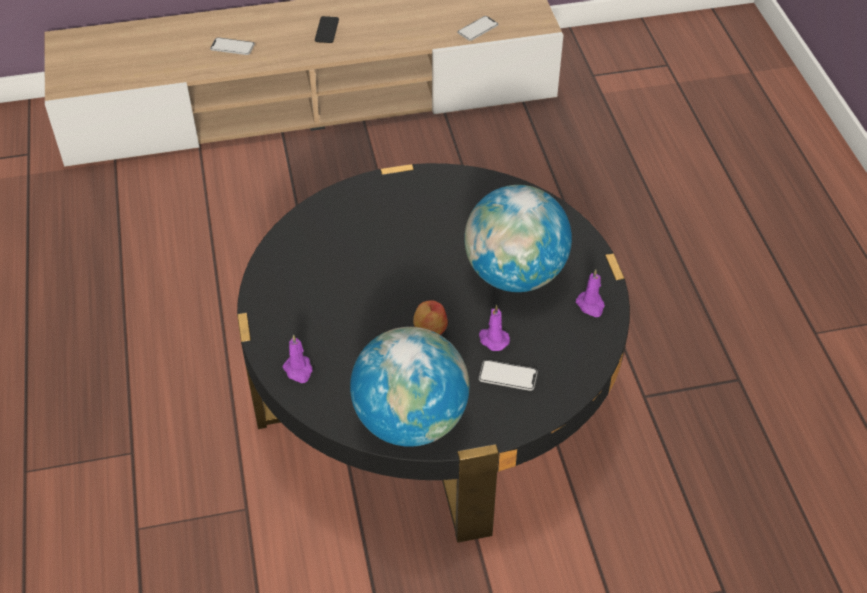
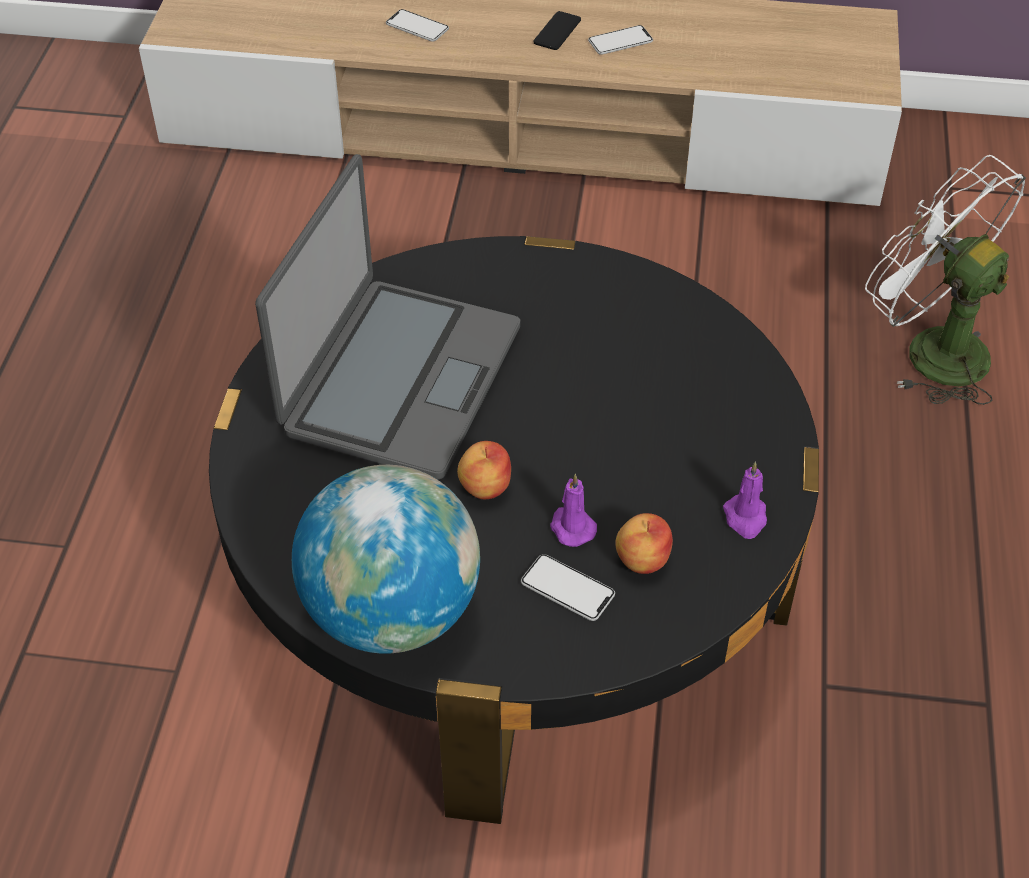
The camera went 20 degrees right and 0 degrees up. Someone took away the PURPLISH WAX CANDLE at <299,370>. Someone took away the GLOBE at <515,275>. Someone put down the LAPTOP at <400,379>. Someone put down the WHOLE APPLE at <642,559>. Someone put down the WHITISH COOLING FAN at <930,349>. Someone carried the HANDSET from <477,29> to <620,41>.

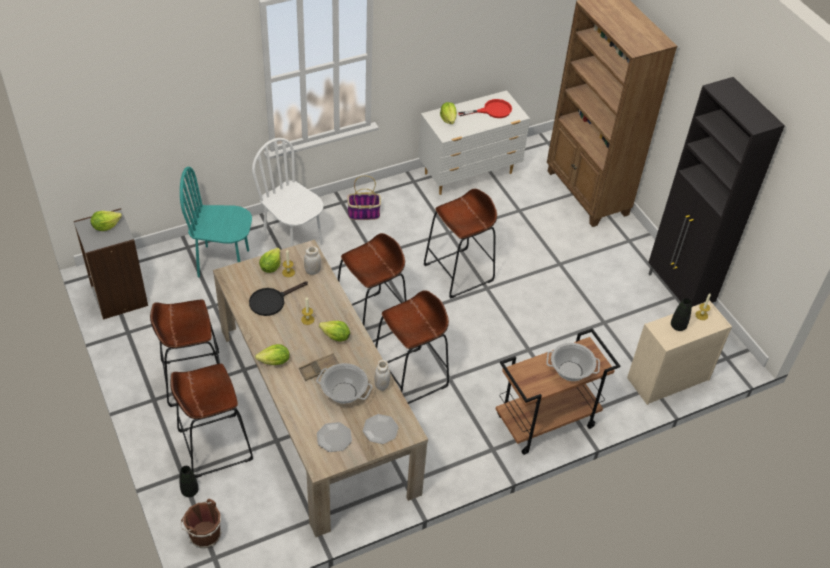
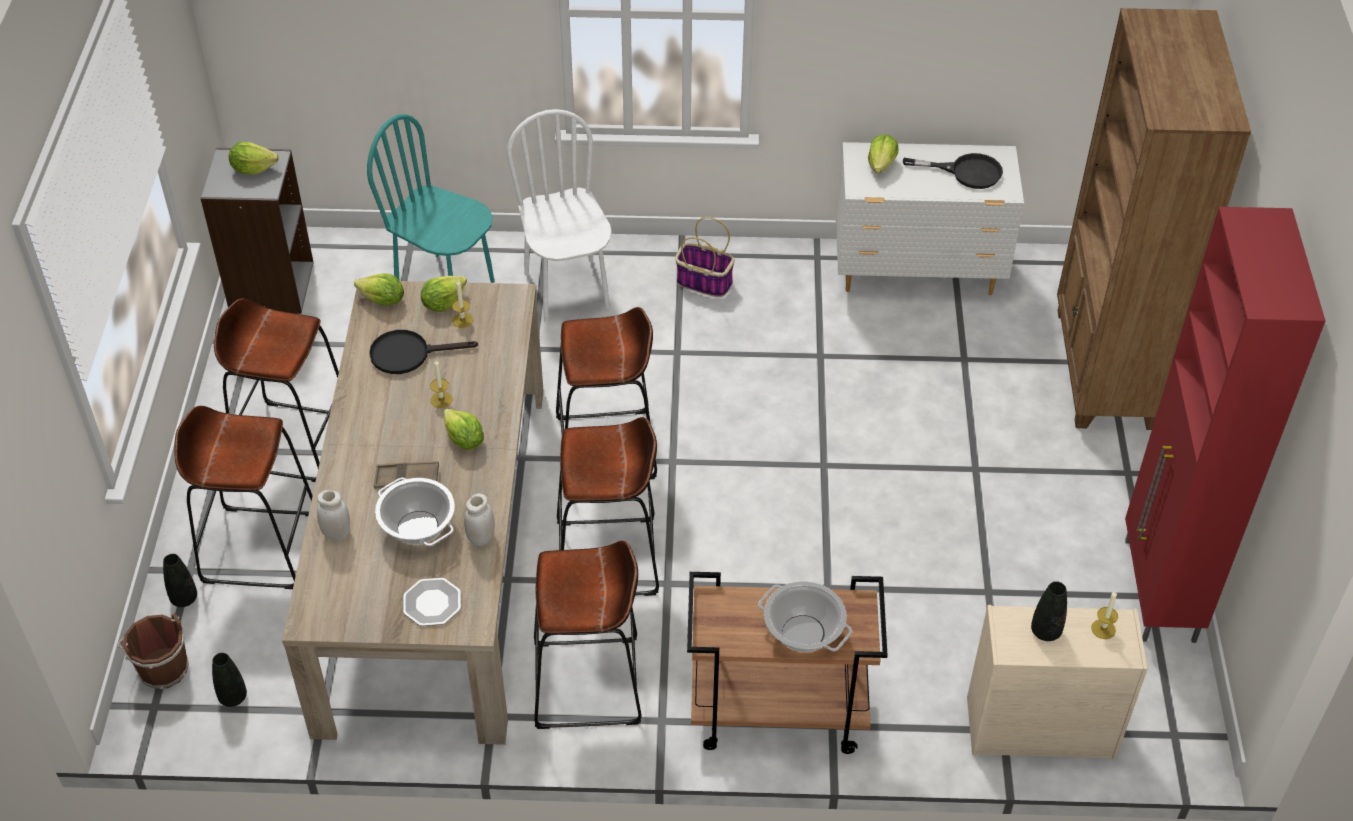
The camera went 30 degrees right and 0 degrees up. Someone took away the PLATE at <334,438>. Someone put down the BLACKISH VASE at <233,697>. Someone carried the LETTUCE from <275,362> to <383,301>. Someone carried the WHITISH PRESERVE JAR from <312,271> to <337,533>. Someone carried the BROWN-COLOURED SITTING STOOL from <459,273> to <587,683>. Someone repainted the RED-COLOURED PAN at <492,110>, which became the BLACKISH PAN at <966,172>. Someone repainted the BLACKISH STORAGE CABINET at <678,293>, which became the RED-COLOURED STORAGE CABINET at <1158,592>.

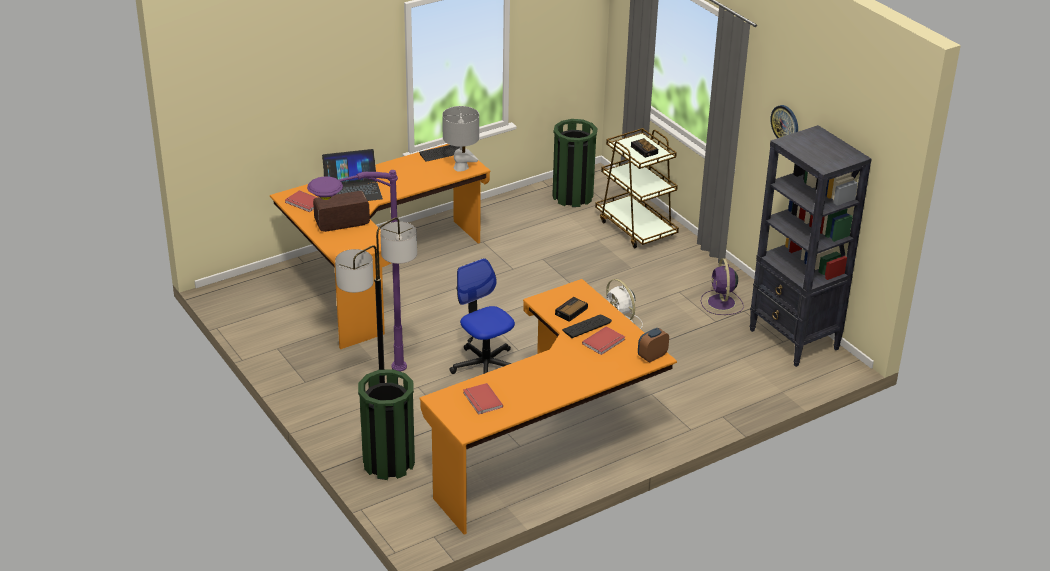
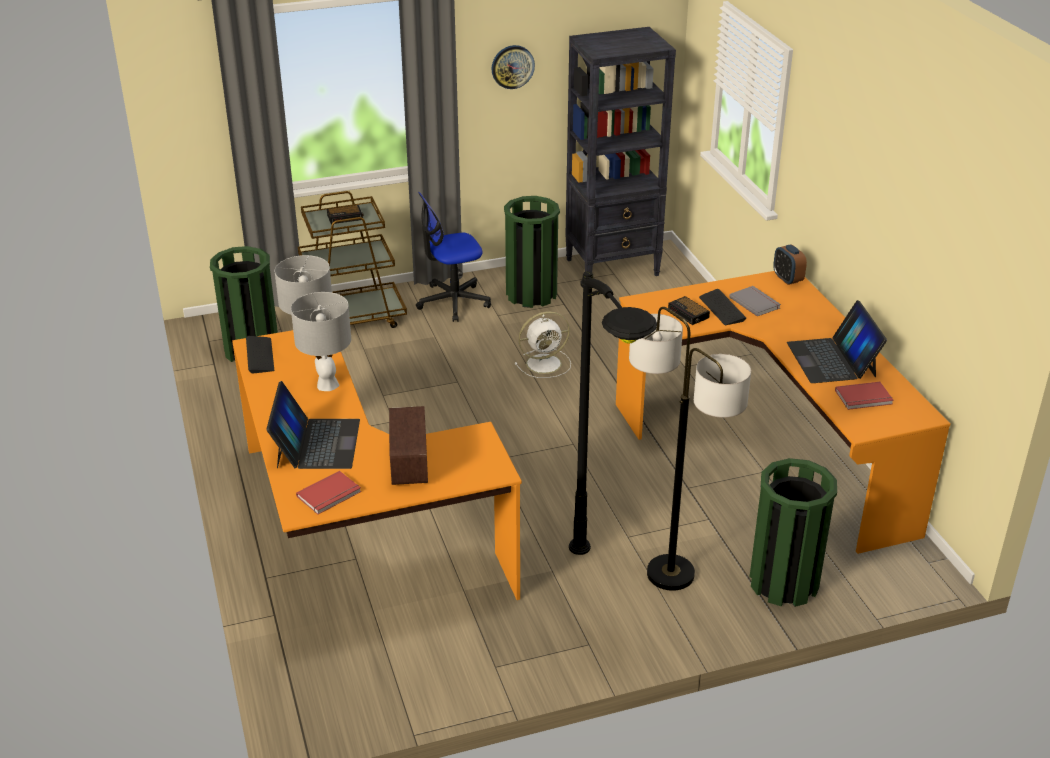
The camera went 75 degrees left and 0 degrees up. Someone put down the GRAY LAMP FOR A TABLE at <327,384>. Someone put down the LAPTOP at <832,359>. Someone carried the OFFICE CHAIR from <485,365> to <453,302>. Someone swapped the PURPLISH COOLING FAN at <721,303> for the GREEN-COLOURED WASTE BIN at <531,294>. Someone repainted the PURPLISH FLOOR LAMP at <355,382>, which became the BLACKISH FLOOR LAMP at <603,593>. Someone repainted the RED-COLOURED BOOK at <604,342>, which became the GRAY BOOK at <755,302>.

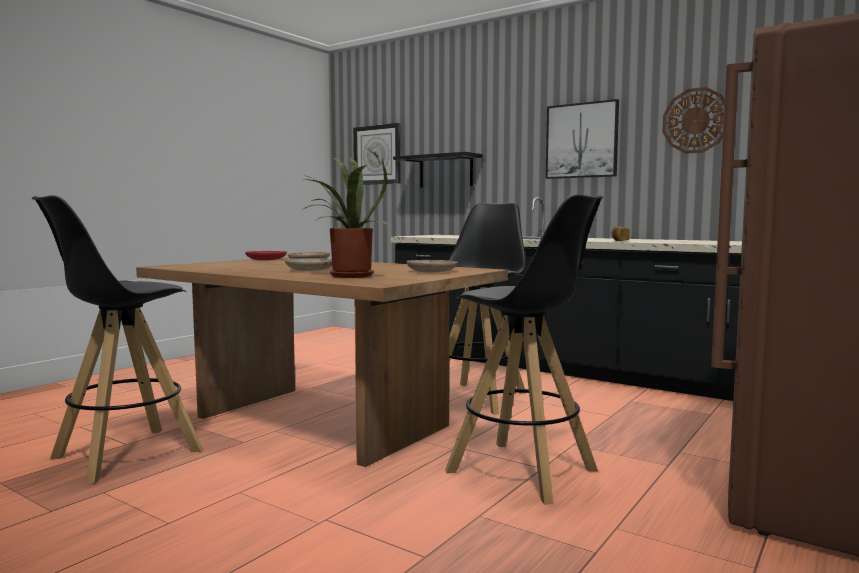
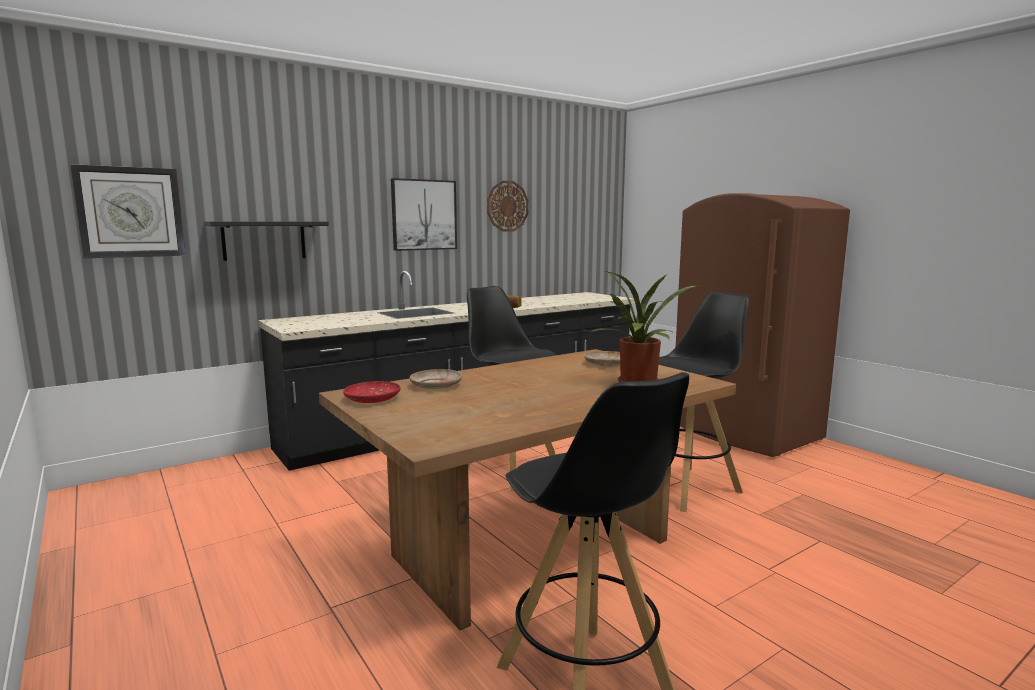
The camera went 70 degrees left and 5 degrees up. Someone took away the BEIGE PLATE at <310,270>.

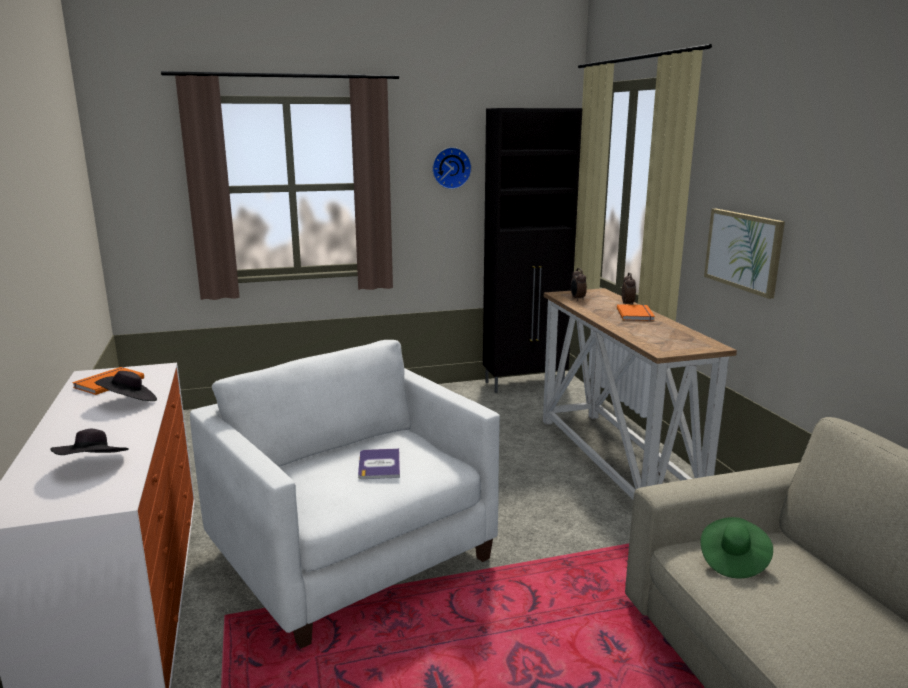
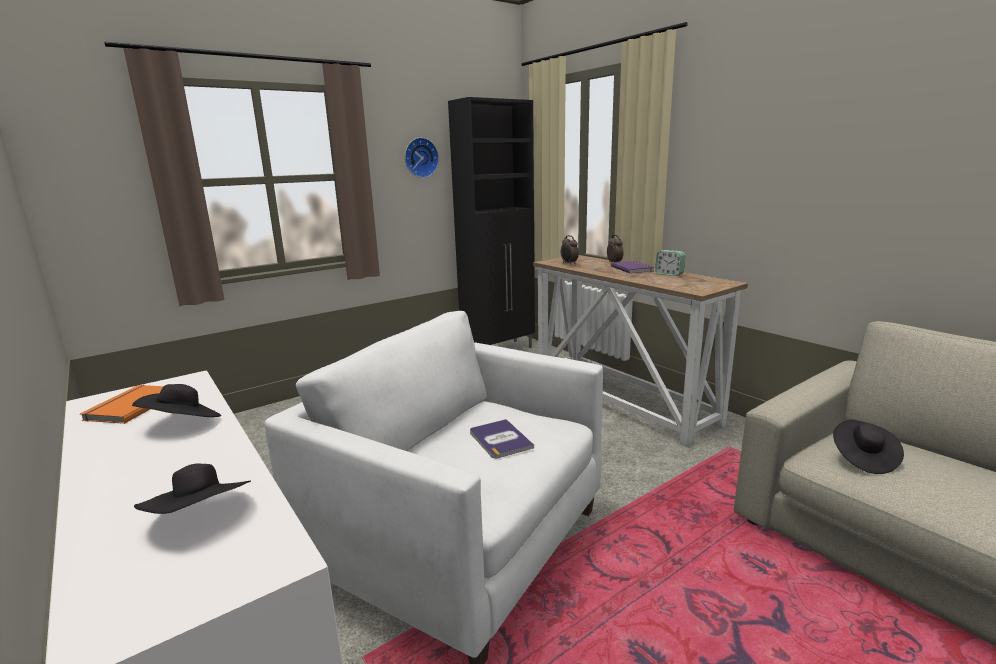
The camera went 20 degrees left and 0 degrees up. Someone took away the PICTURE at <743,251>. Someone put down the ALARM CLOCK at <669,274>. Someone repainted the ORANGE-COLOURED BOOK at <636,314>, which became the PURPLISH BOOK at <633,269>. Someone repainted the GREEN-COLOURED WEARABLE HAT at <733,560>, which became the BLACKISH WEARABLE HAT at <863,458>.

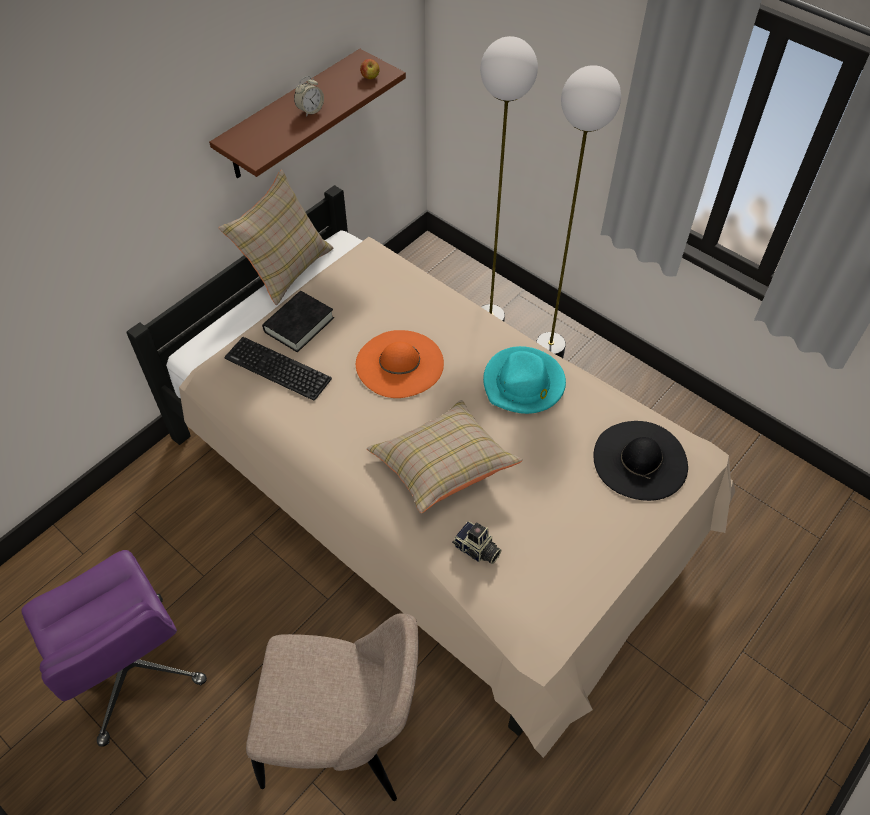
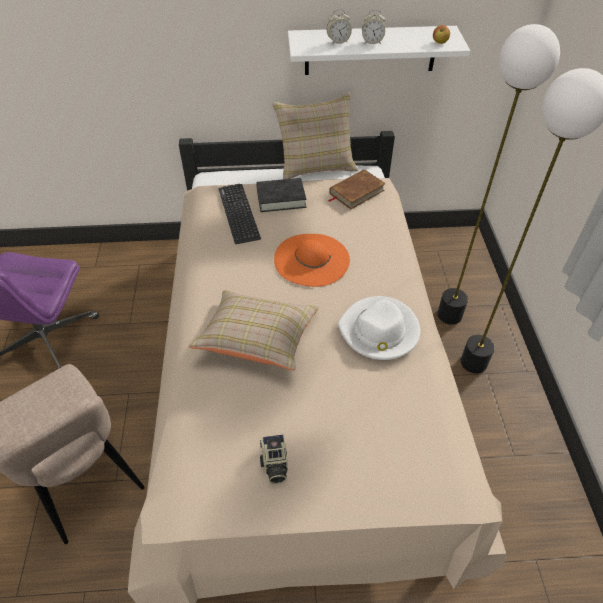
The camera went 45 degrees right and 5 degrees down. Someone took away the BLACKISH WEARABLE HAT at <640,460>. Someone put down the ALARM CLOCK at <338,42>. Someone put down the BROWN-COLOURED BOOK at <356,192>. Someone carried the PHOTO CAMERA from <476,550> to <274,464>. Someone repainted the BROWN-COLOURED BRACKET SHELF at <291,116>, which became the WHITISH BRACKET SHELF at <370,50>. Someone repainted the TURQUOISE-COLOURED WEARABLE HAT at <523,384>, which became the WHITISH WEARABLE HAT at <379,331>.

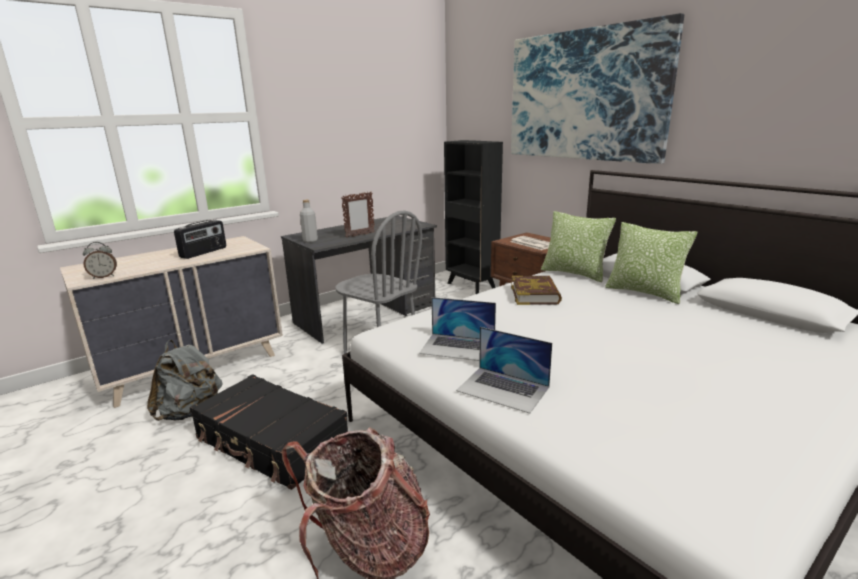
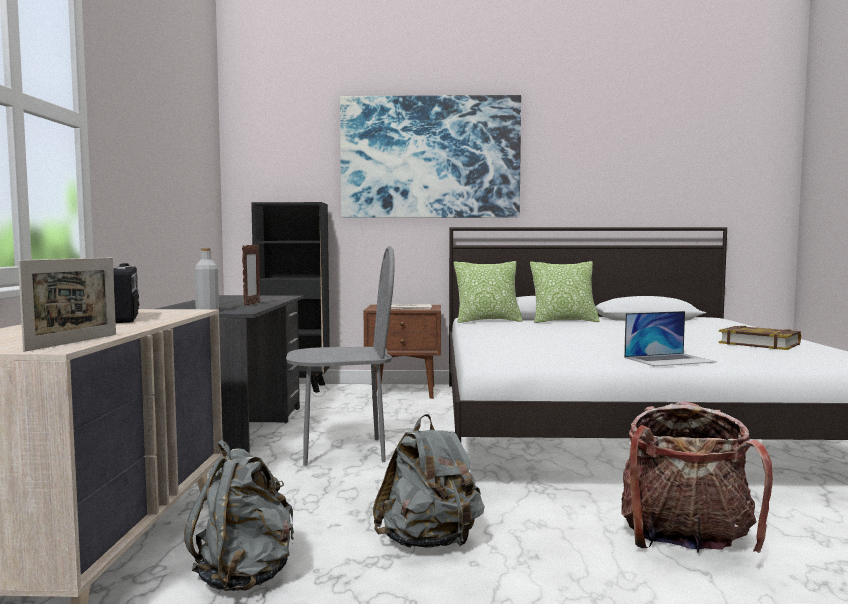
The camera went 50 degrees left and 15 degrees down. Someone took away the LAPTOP at <458,347>. Someone carried the BOOK from <535,294> to <759,343>. Someone swapped the ALARM CLOCK at <104,276> for the STANDING FRAME at <73,342>. Someone swapped the BLACKISH TRAVEL CASE at <271,442> for the GRAY BACKPACK at <429,542>.

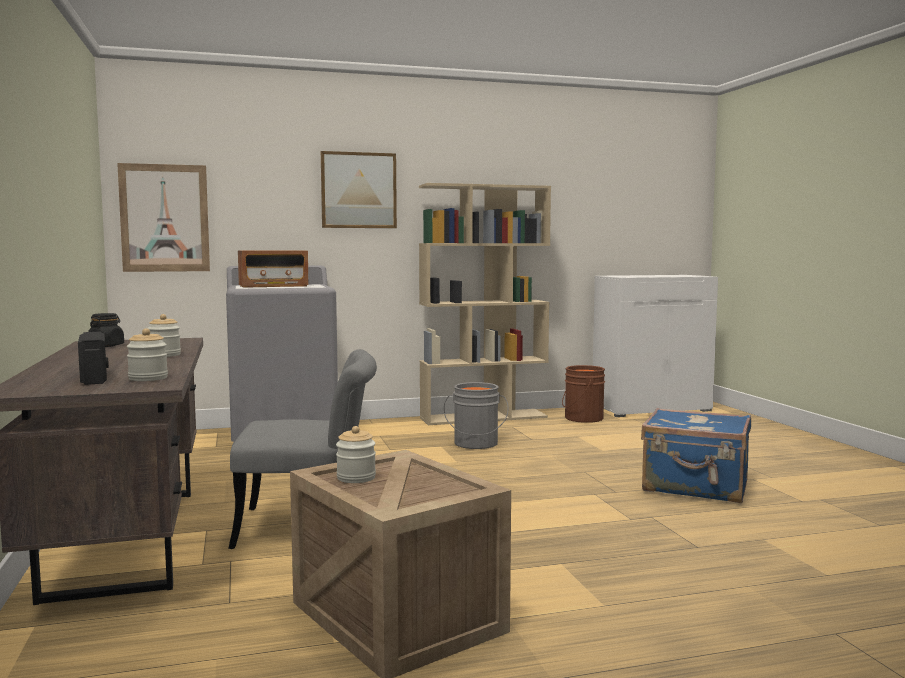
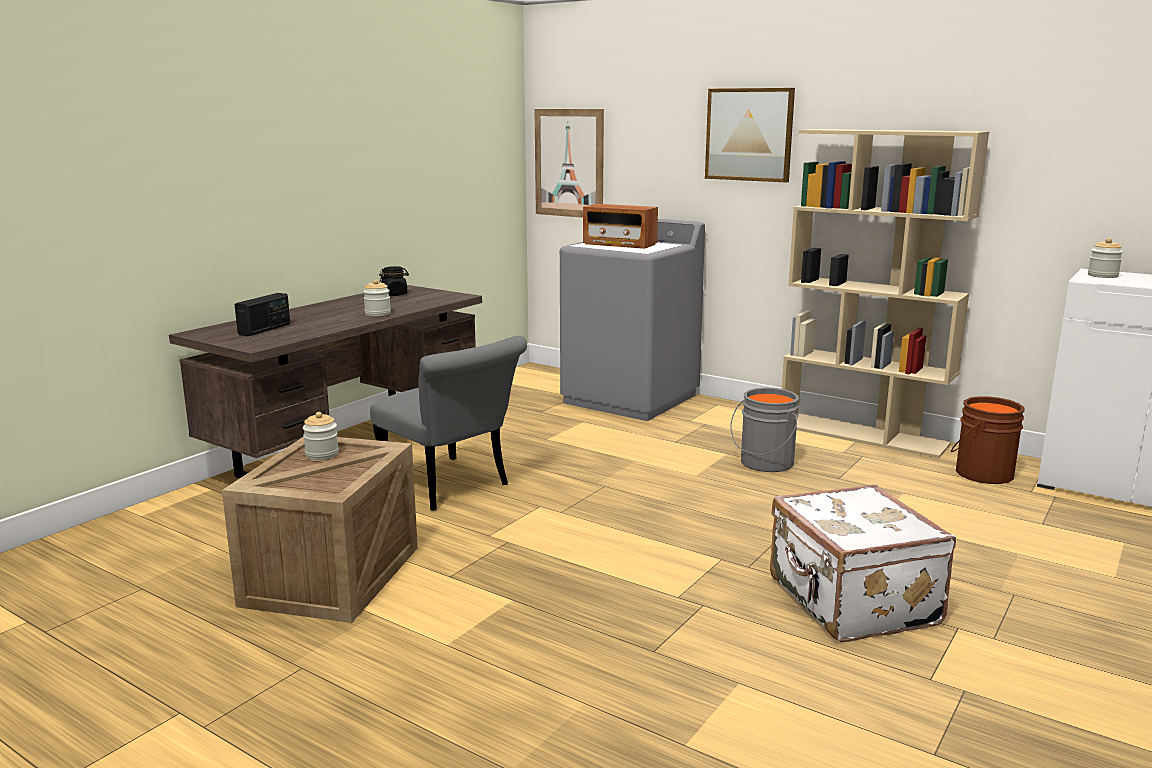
The camera went 50 degrees right and 10 degrees up. Someone carried the PRESERVE JAR from <148,378> to <1102,276>. Someone repainted the BLUE-COLOURED TRAVEL CASE at <696,487>, which became the WHITISH TRAVEL CASE at <850,602>.

